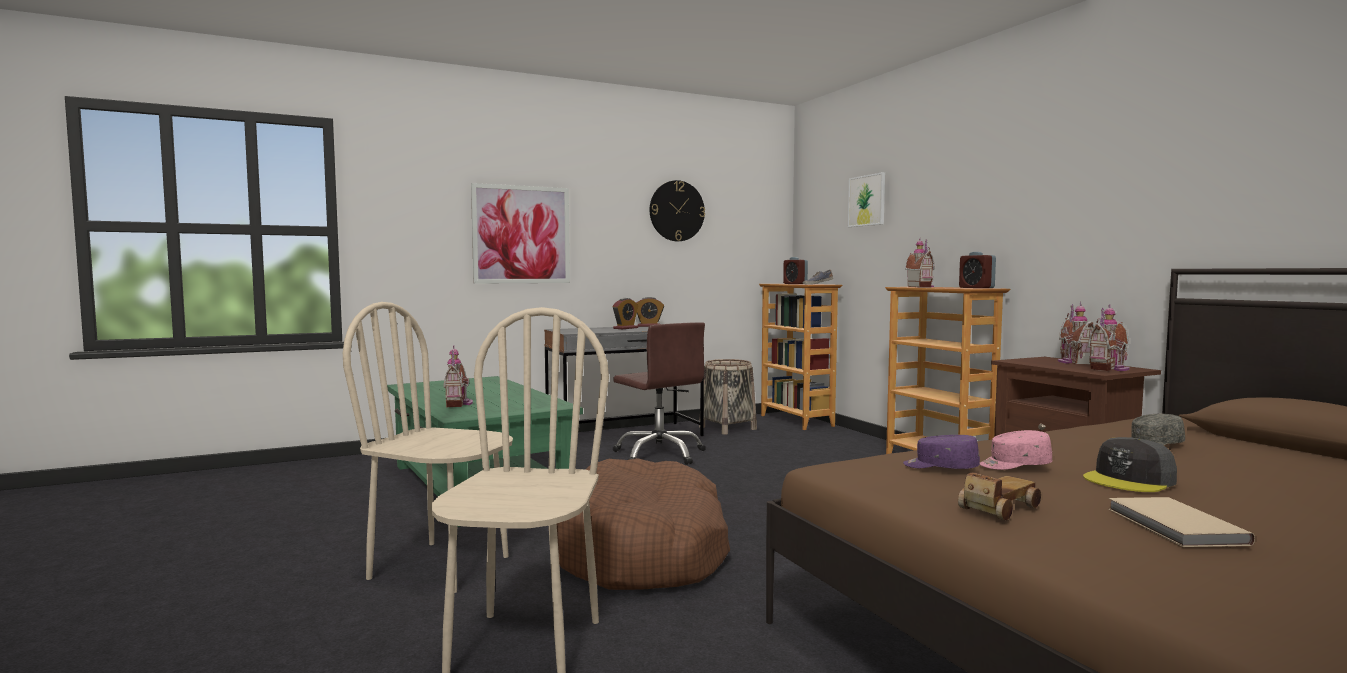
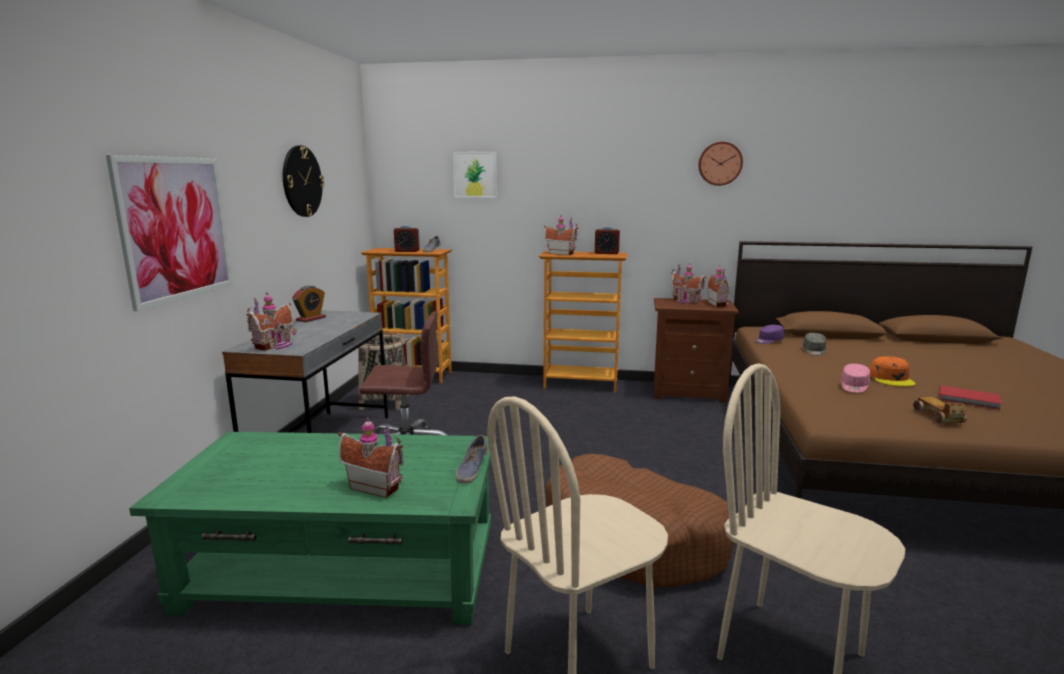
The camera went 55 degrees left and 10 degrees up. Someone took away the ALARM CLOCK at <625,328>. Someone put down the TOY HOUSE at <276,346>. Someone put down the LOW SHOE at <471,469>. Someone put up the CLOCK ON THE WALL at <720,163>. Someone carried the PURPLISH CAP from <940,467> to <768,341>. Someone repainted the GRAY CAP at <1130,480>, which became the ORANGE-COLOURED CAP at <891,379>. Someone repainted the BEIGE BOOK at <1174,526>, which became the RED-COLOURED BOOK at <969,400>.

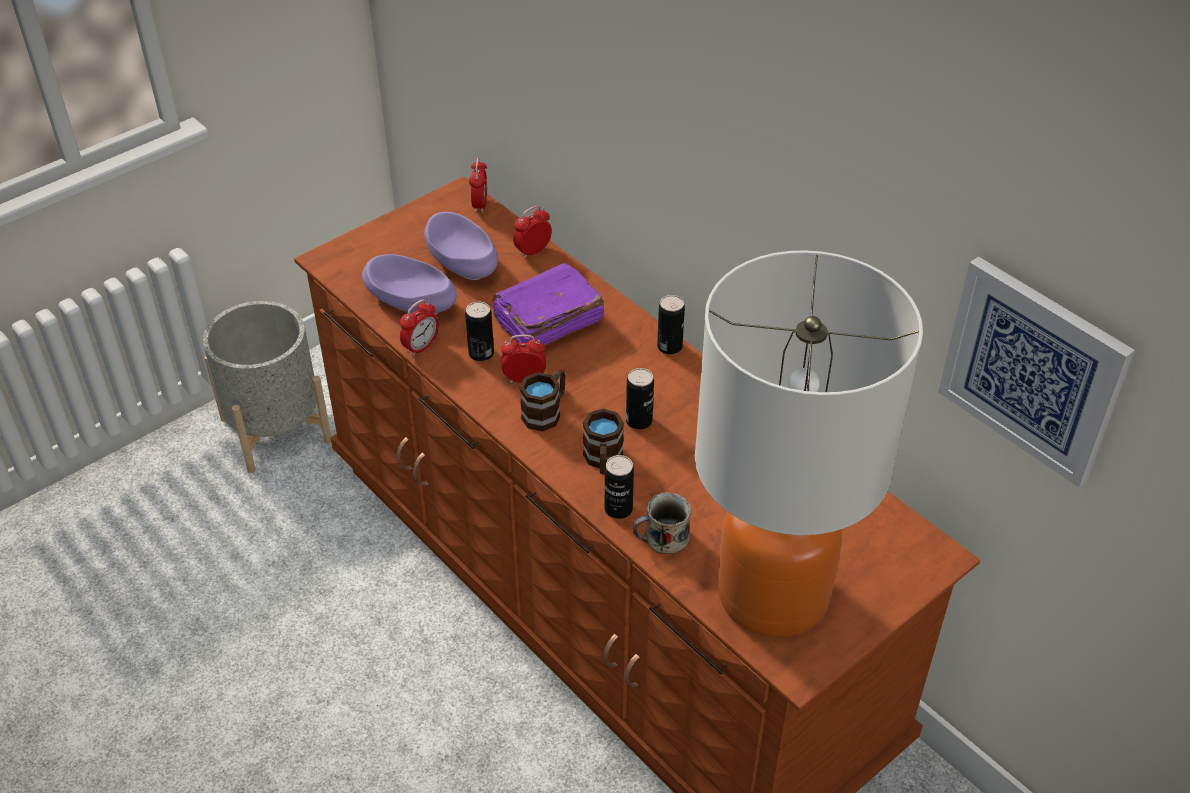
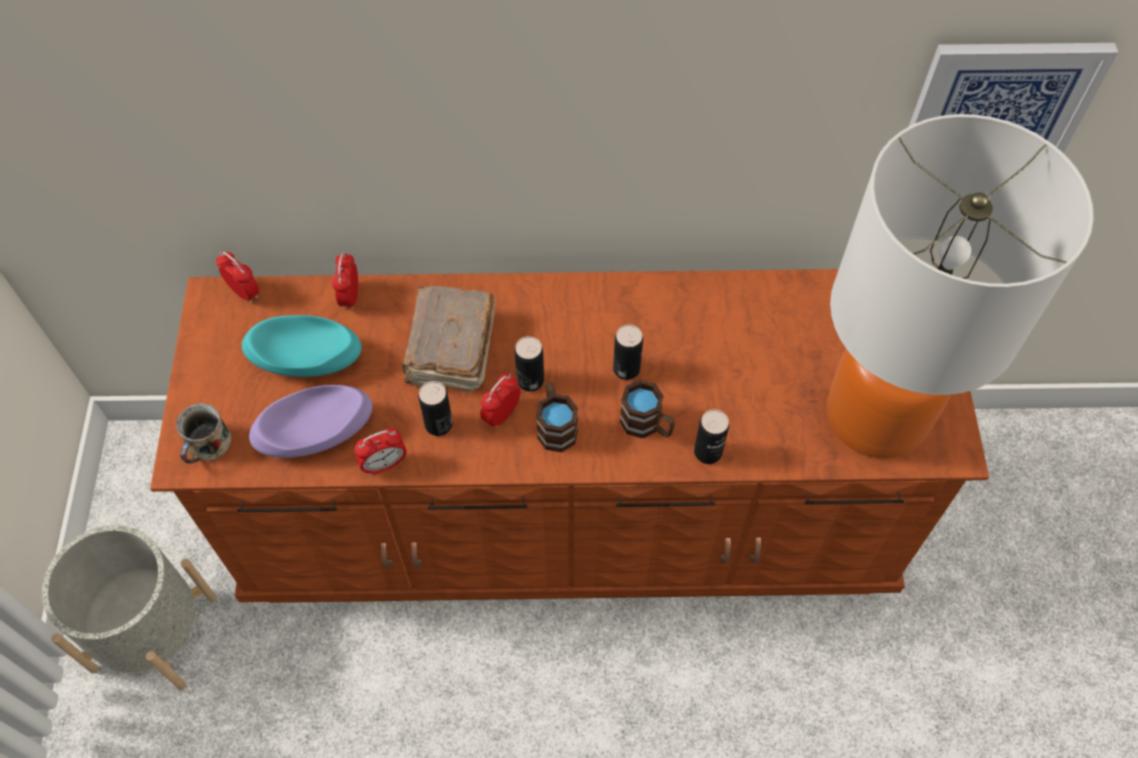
The camera went 50 degrees left and 15 degrees up. Someone carried the COFFEE MUG from <664,538> to <208,445>. Someone carried the SEALED CAN from <669,347> to <530,380>. Someone repainted the PURPLISH DEEP DISH at <462,262>, which became the TURQUOISE-COLOURED DEEP DISH at <306,358>. Someone repainted the PURPLISH BOOK at <547,322>, which became the BROWN-COLOURED BOOK at <450,350>. Someone rotated the ALARM CLOCK at <421,347> by 75 degrees clockwise.

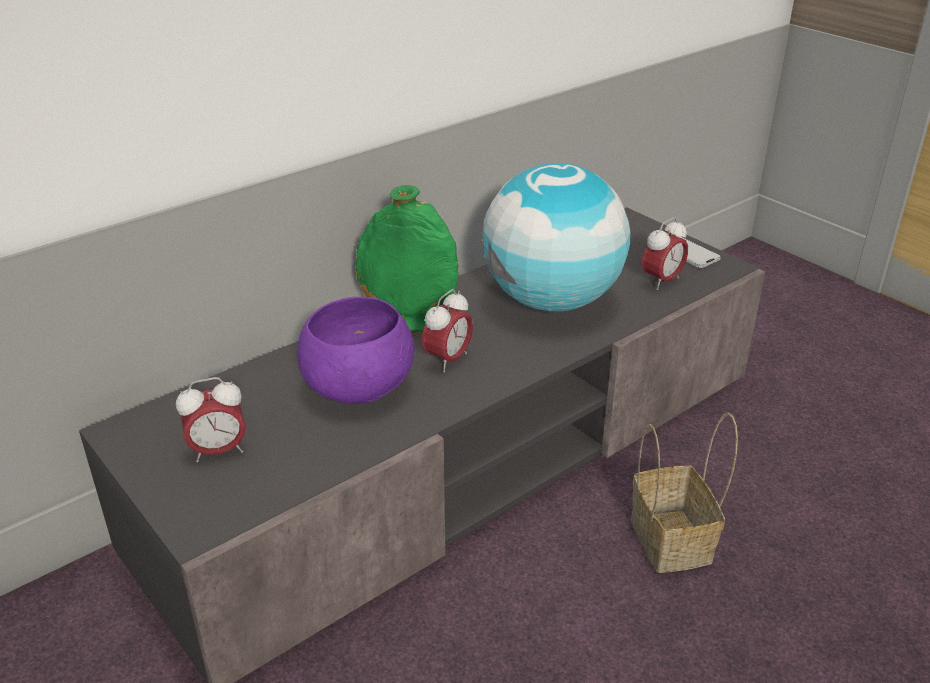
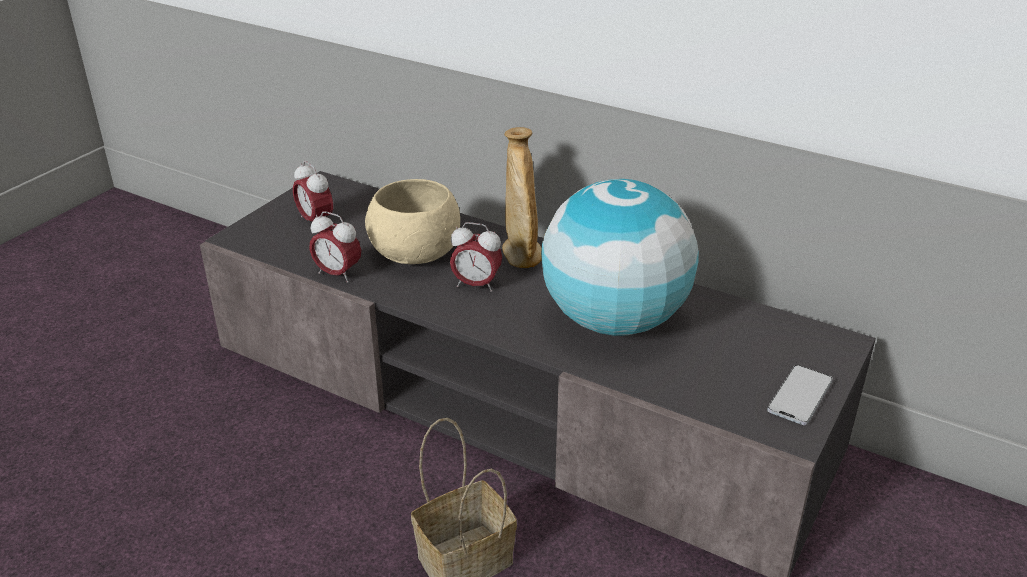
The camera went 70 degrees right and 0 degrees up. Someone carried the ALARM CLOCK from <661,281> to <337,274>. Someone repainted the PURPLISH DEEP DISH at <356,387>, which became the BEIGE DEEP DISH at <415,253>. Someone repainted the GREEN-COLOURED VASE at <408,322>, which became the BEIGE VASE at <522,254>.

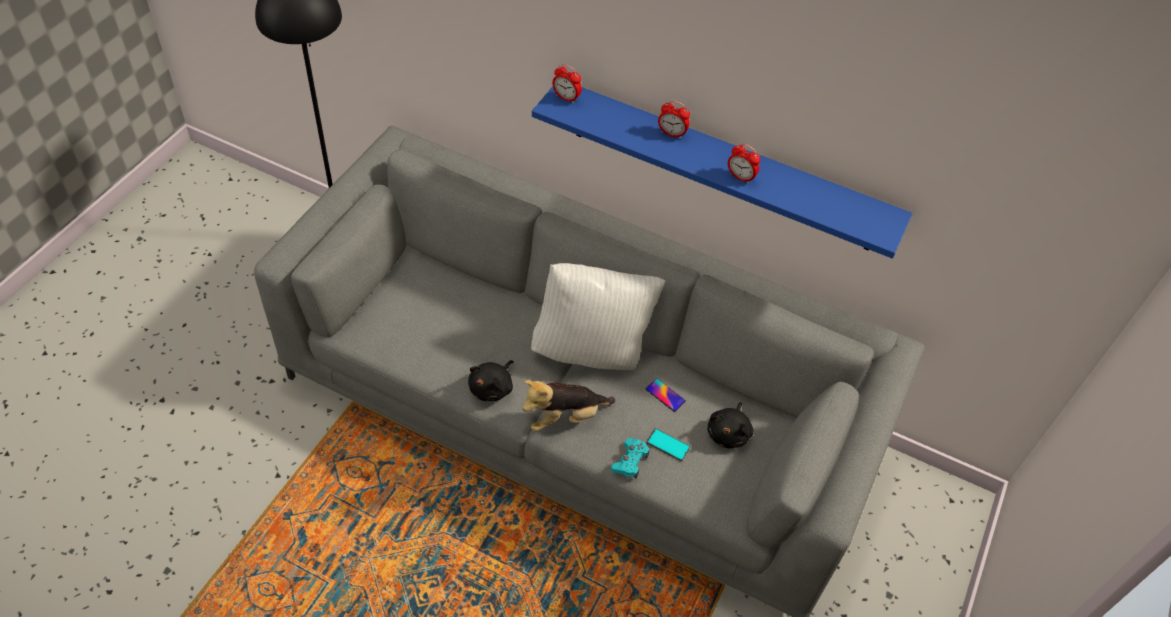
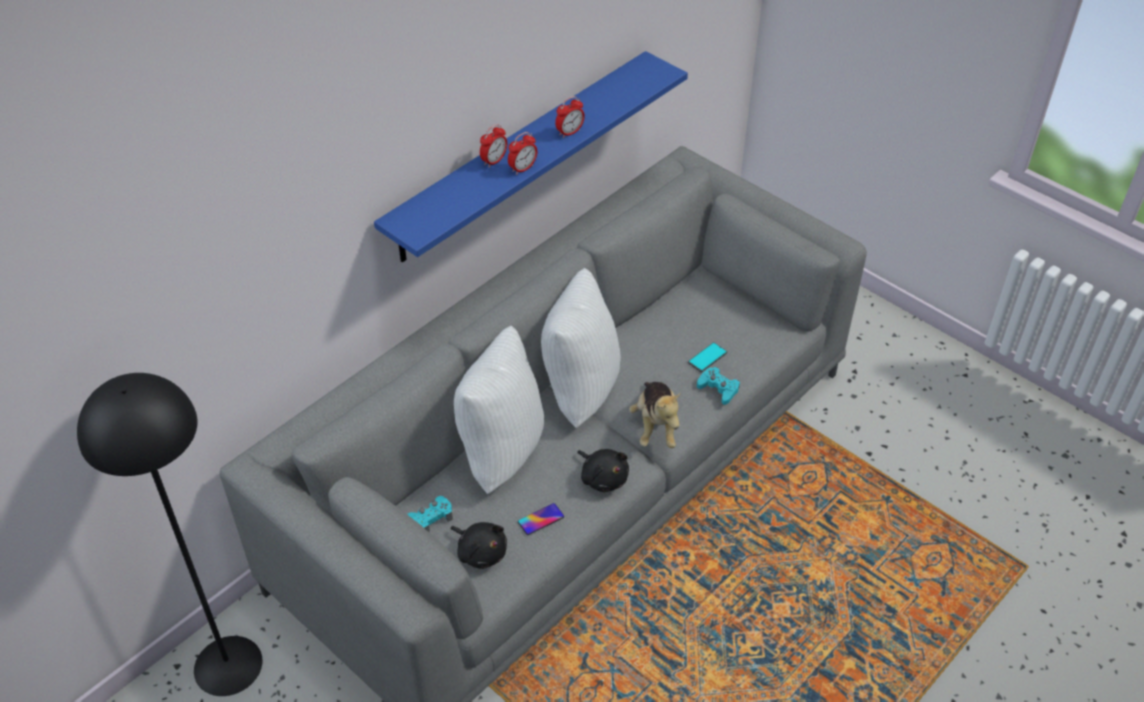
The camera went 70 degrees left and 5 degrees down. Someone put down the TURQUOISE-COLOURED JOYPAD at <431,518>. Someone put down the WHITISH CUSHION at <500,451>. Someone carried the ALARM CLOCK from <566,98> to <522,169>. Someone carried the HANDSET from <665,395> to <541,519>. Someone carried the BLACKISH SOFT TOY from <729,433> to <480,552>.

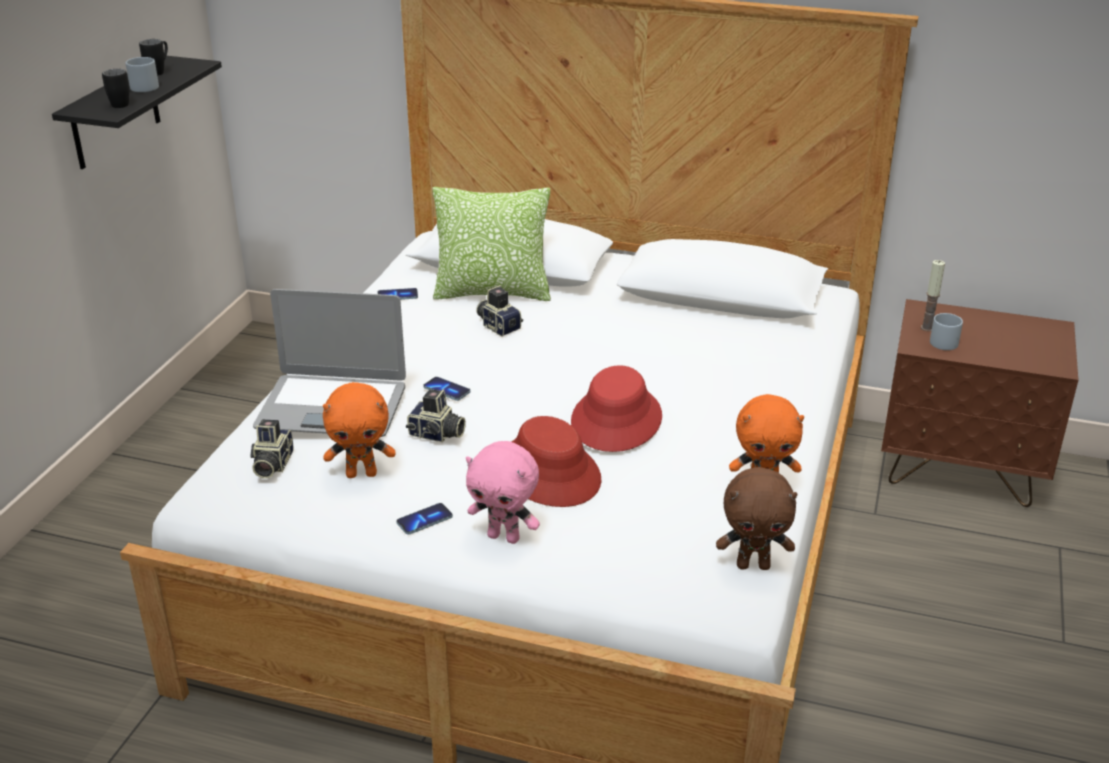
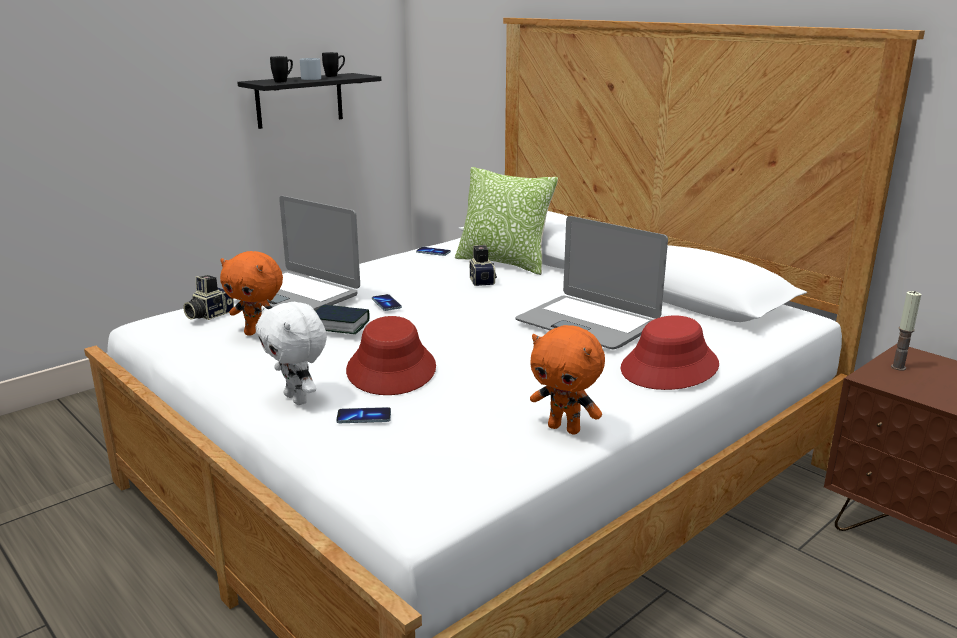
The camera went 30 degrees right and 10 degrees down. Someone took away the BROWN-COLOURED SOFT TOY at <753,565>. Someone took away the GRAY COFFEE MUG at <944,341>. Someone put down the LAPTOP at <588,323>. Someone carried the HANDSET from <424,520> to <364,417>. Someone carried the RED-COLOURED WEARABLE HAT from <617,420> to <670,367>. Someone swapped the PHOTO CAMERA at <436,434> for the BOOK at <339,325>. Someone repainted the PINK-COLOURED SOFT TOY at <504,537>, which became the WHITISH SOFT TOY at <298,399>.

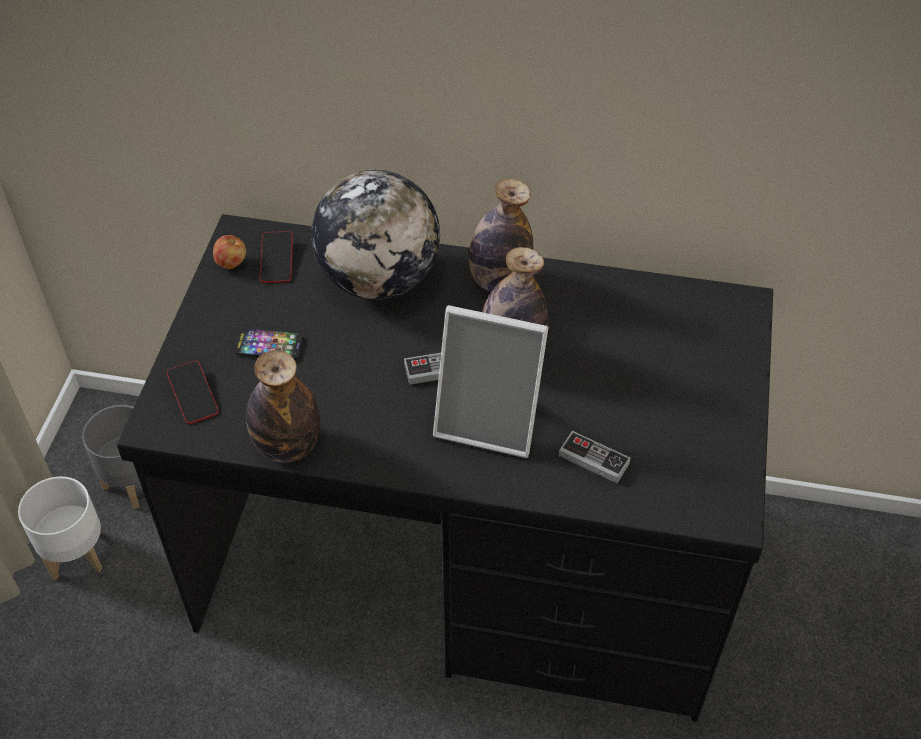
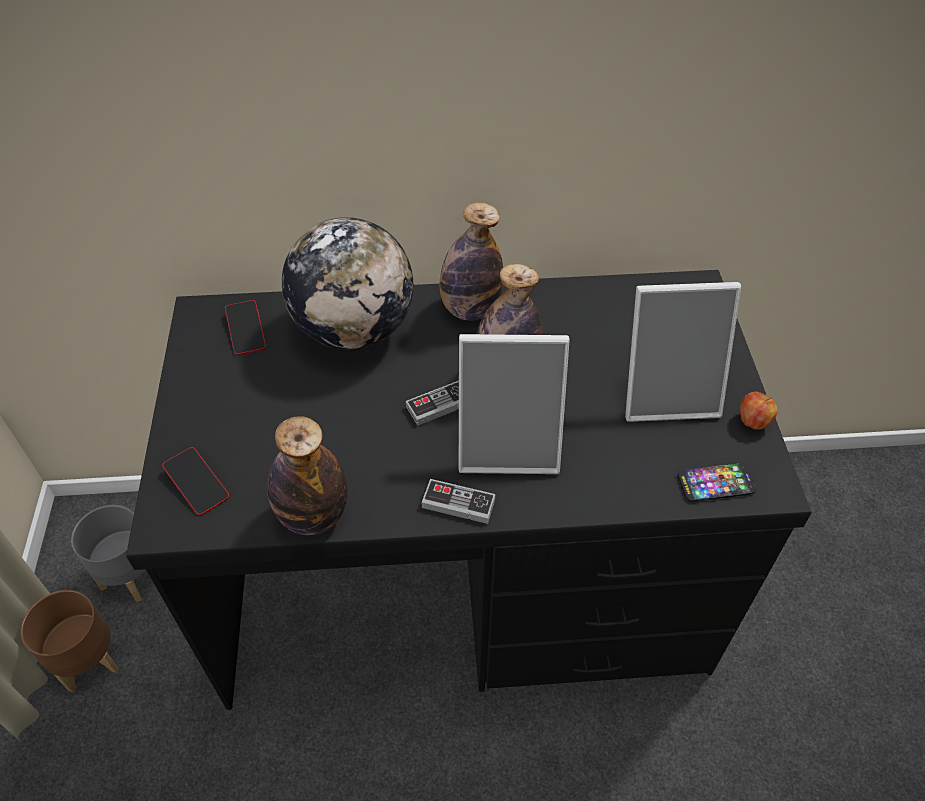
The camera went 15 degrees left and 0 degrees up. Someone put down the STANDING FRAME at <667,393>. Someone carried the WHOLE APPLE from <231,263> to <753,421>. Someone carried the HANDSET from <269,345> to <715,483>. Someone carried the JOYPAD from <594,459> to <458,503>. Someone repainted the WHITISH PLANTER at <76,553>, which became the BROWN-COLOURED PLANTER at <89,660>.

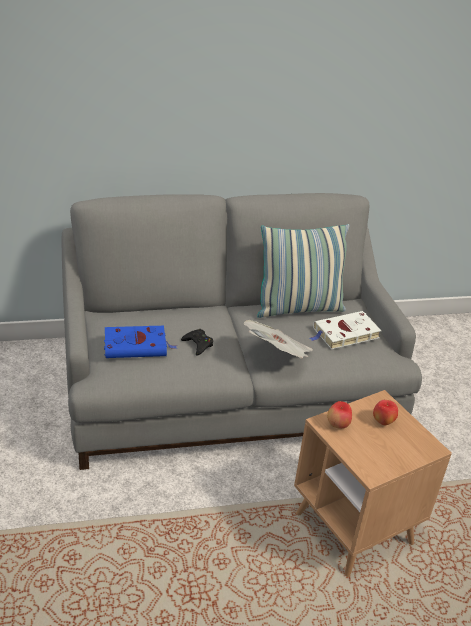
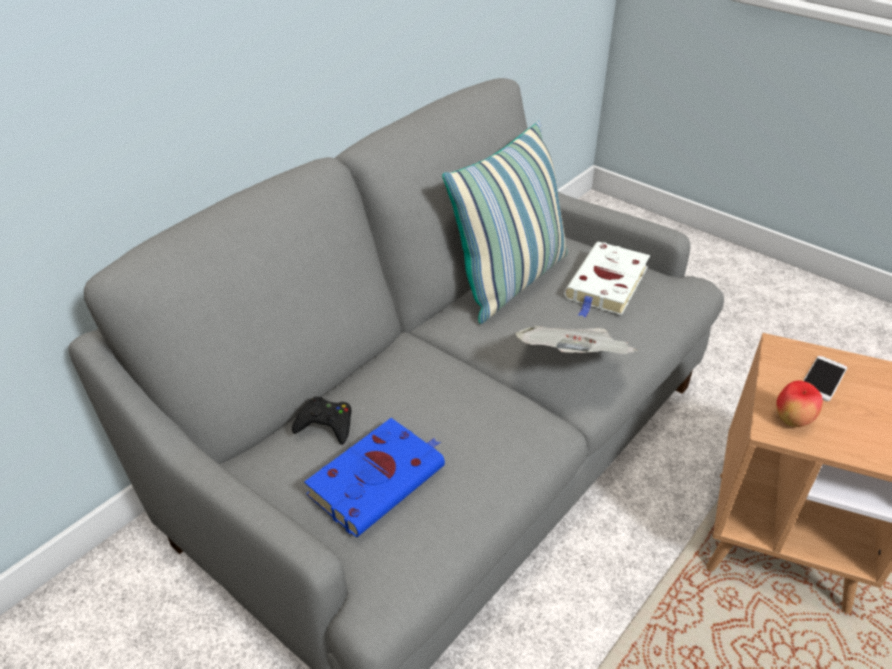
The camera went 35 degrees left and 5 degrees up. Someone carried the BLACKISH JOYPAD from <198,344> to <326,424>. Someone swapped the WHOLE APPLE at <383,422> for the HANDSET at <823,378>.

